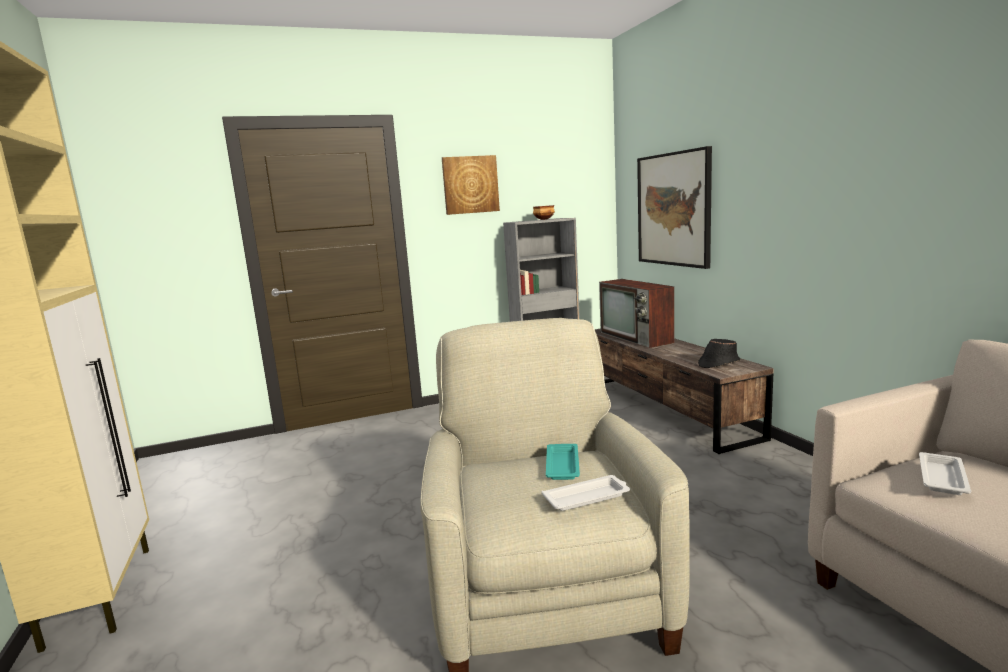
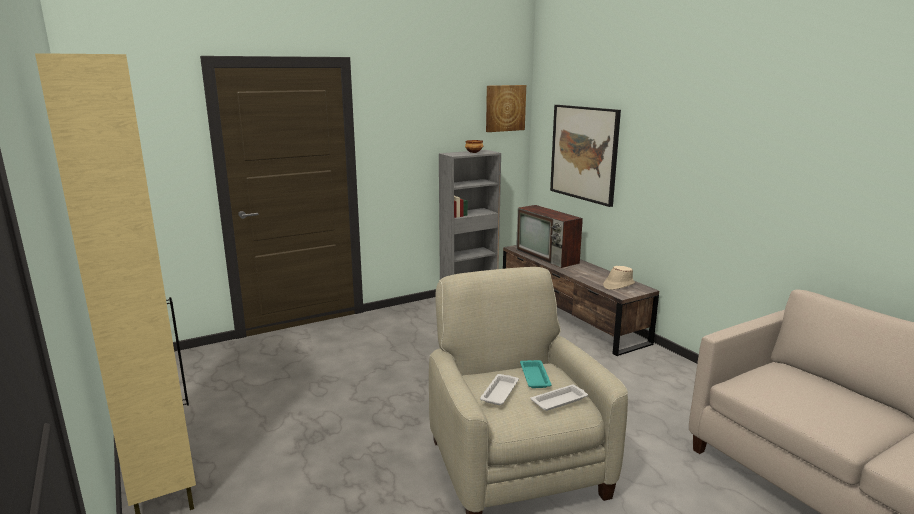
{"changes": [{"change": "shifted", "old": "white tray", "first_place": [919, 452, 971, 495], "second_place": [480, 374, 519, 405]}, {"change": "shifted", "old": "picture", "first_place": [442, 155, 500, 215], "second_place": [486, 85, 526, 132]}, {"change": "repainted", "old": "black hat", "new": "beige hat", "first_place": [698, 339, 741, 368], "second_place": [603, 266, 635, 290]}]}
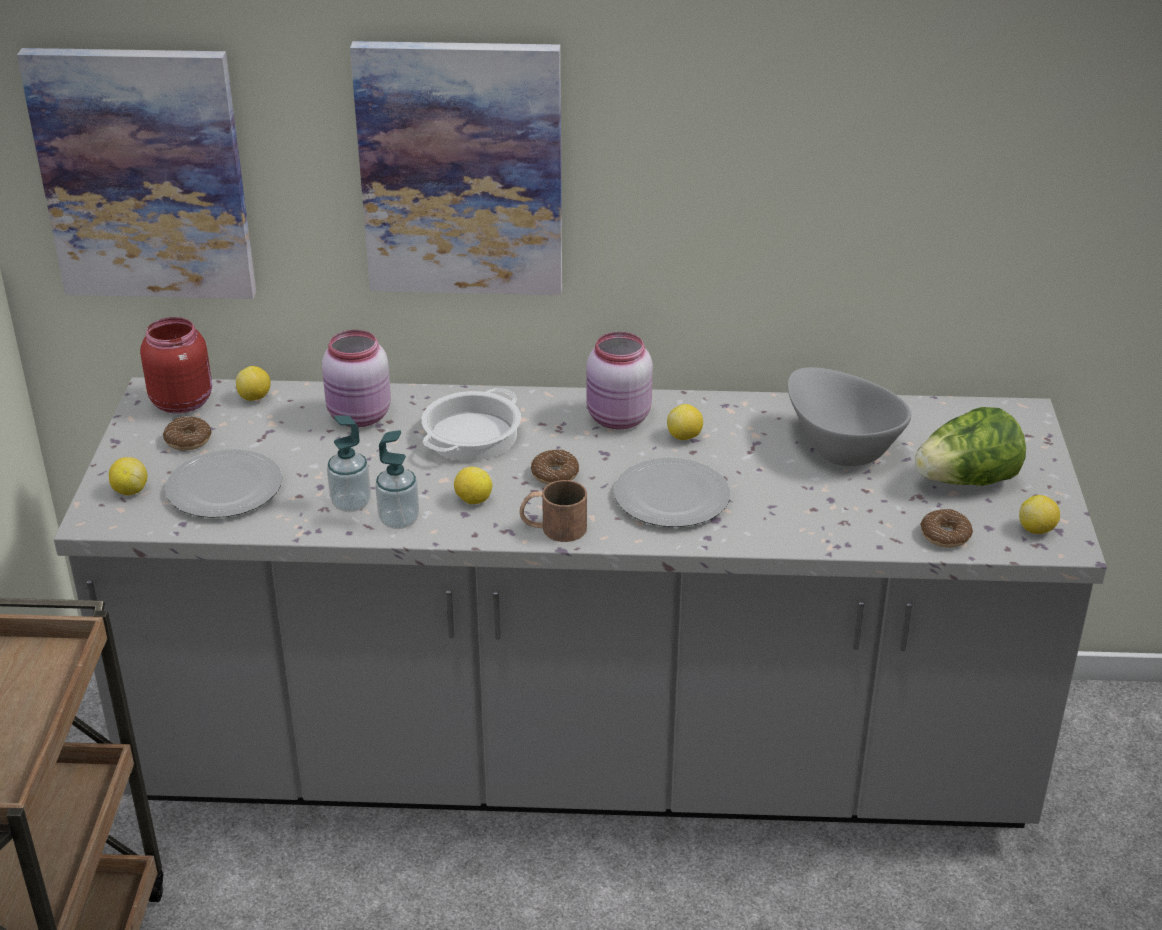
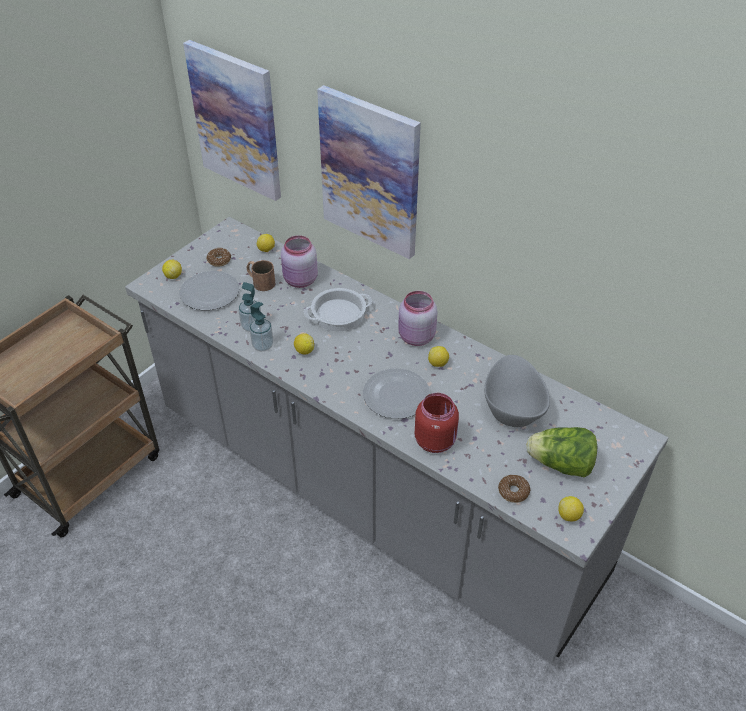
{"changes": [{"change": "shifted", "old": "brown mug", "first_place": [519, 480, 587, 542], "second_place": [247, 260, 275, 291]}, {"change": "shifted", "old": "red jar", "first_place": [140, 317, 212, 414], "second_place": [415, 393, 459, 453]}, {"change": "gone", "old": "donut", "first_place": [531, 450, 579, 485]}]}
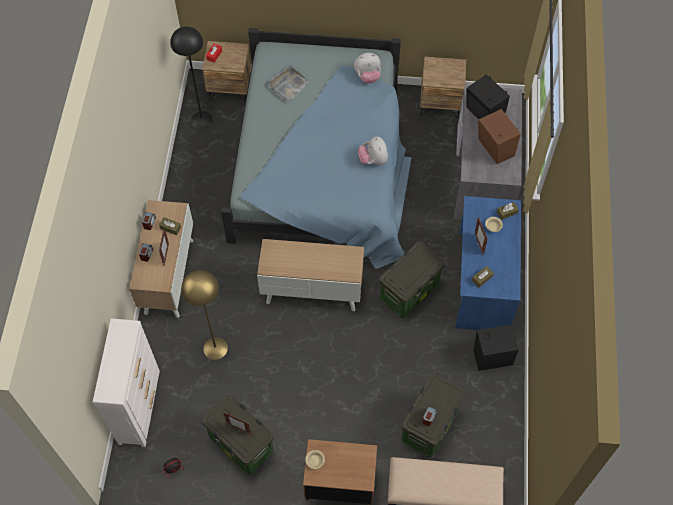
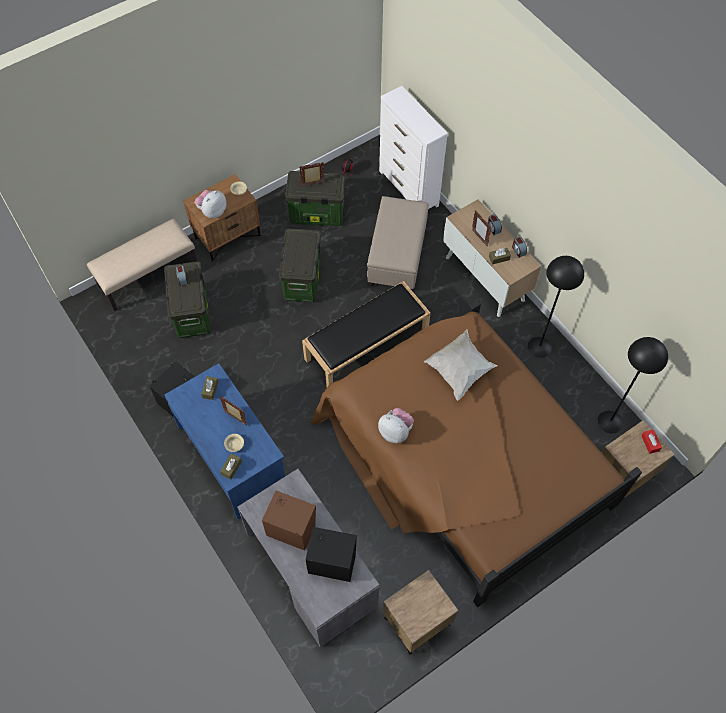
{"changes": [{"change": "shifted", "old": "plush toy", "first_place": [354, 53, 381, 84], "second_place": [194, 190, 226, 218]}, {"change": "shifted", "old": "storage box", "first_place": [379, 241, 445, 318], "second_place": [279, 229, 321, 302]}, {"change": "swapped", "old": "cabinet", "new": "black bench", "first_place": [257, 239, 364, 311], "second_place": [302, 281, 431, 388]}, {"change": "repainted", "old": "blue bed", "new": "brown bed", "first_place": [221, 28, 411, 269], "second_place": [310, 301, 642, 607]}, {"change": "swapped", "old": "yellow floor lamp", "new": "beige ottoman", "first_place": [181, 270, 228, 360], "second_place": [367, 196, 429, 290]}, {"change": "new", "new": "white pillow", "second_place": [424, 329, 497, 401]}, {"change": "new", "new": "black floor lamp", "second_place": [528, 256, 584, 358]}, {"change": "gone", "old": "grey tray", "first_place": [267, 66, 309, 102]}]}
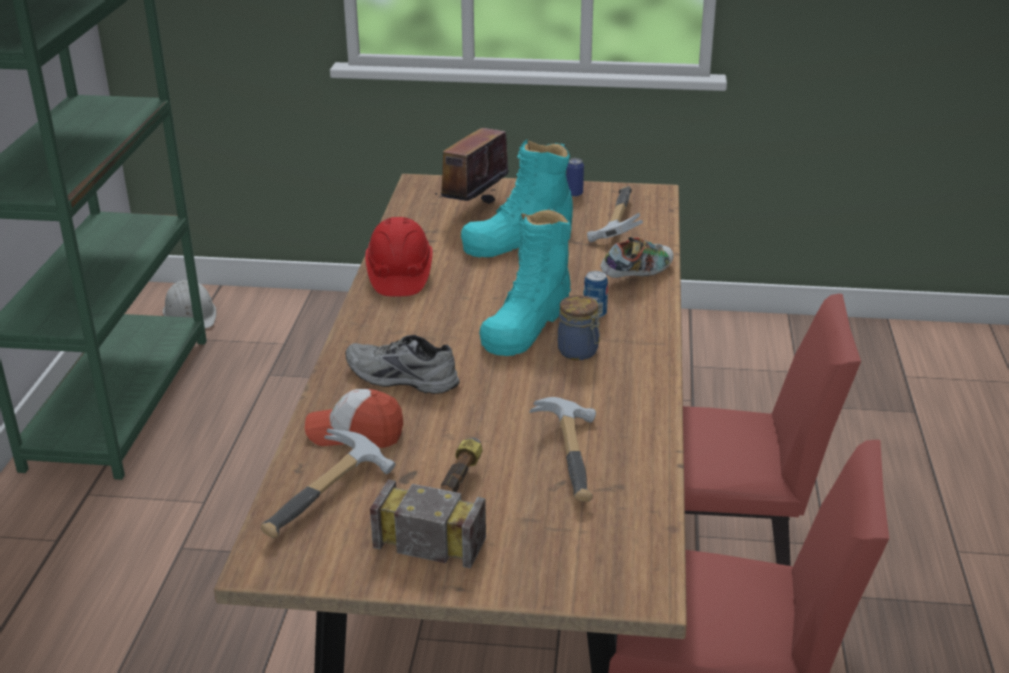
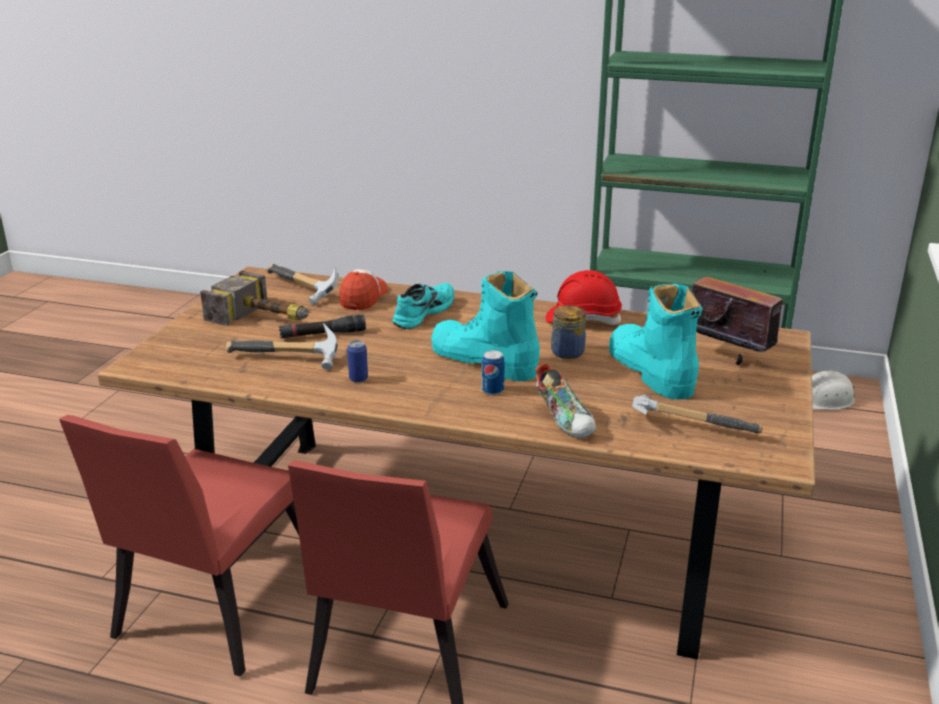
{"changes": [{"change": "new", "new": "black flashlight", "second_place": [279, 314, 366, 338]}, {"change": "shifted", "old": "can", "first_place": [566, 158, 584, 197], "second_place": [347, 340, 368, 383]}, {"change": "repainted", "old": "grey shoe", "new": "turquoise shoe", "first_place": [345, 335, 459, 394], "second_place": [392, 283, 454, 329]}, {"change": "shifted", "old": "jar", "first_place": [558, 295, 600, 360], "second_place": [551, 305, 586, 359]}]}
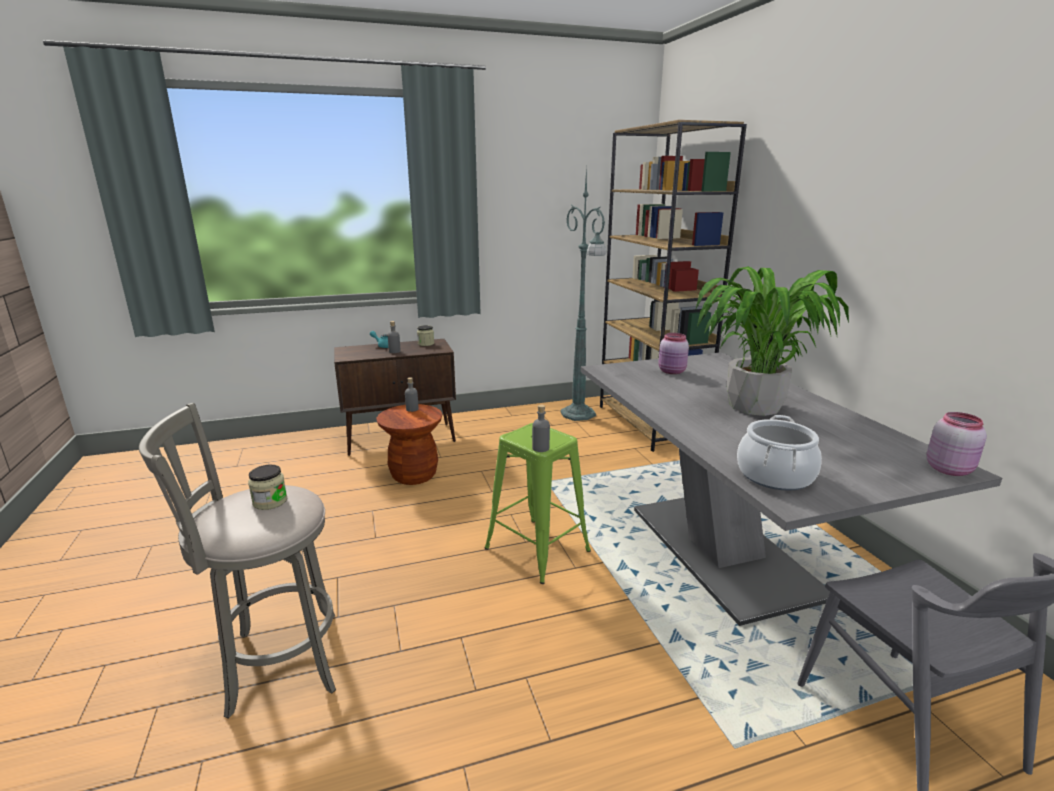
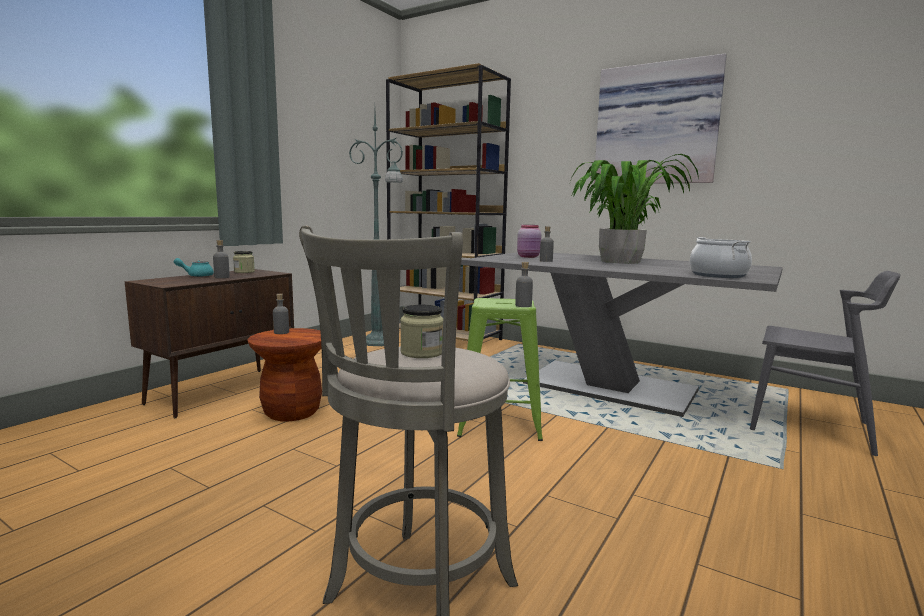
{"changes": [{"change": "new", "new": "grey bottle", "second_place": [540, 226, 554, 262]}, {"change": "new", "new": "picture", "second_place": [594, 54, 727, 183]}, {"change": "gone", "old": "pink jar", "first_place": [927, 412, 987, 476]}]}
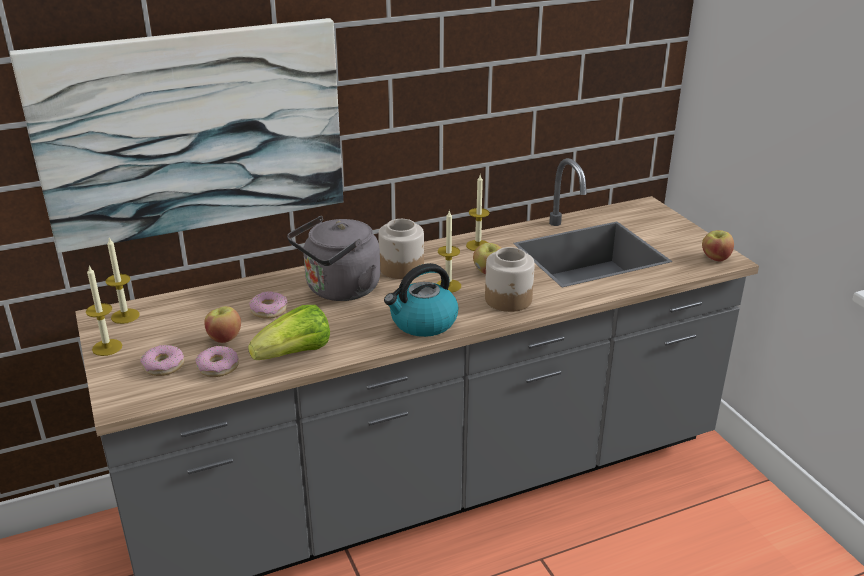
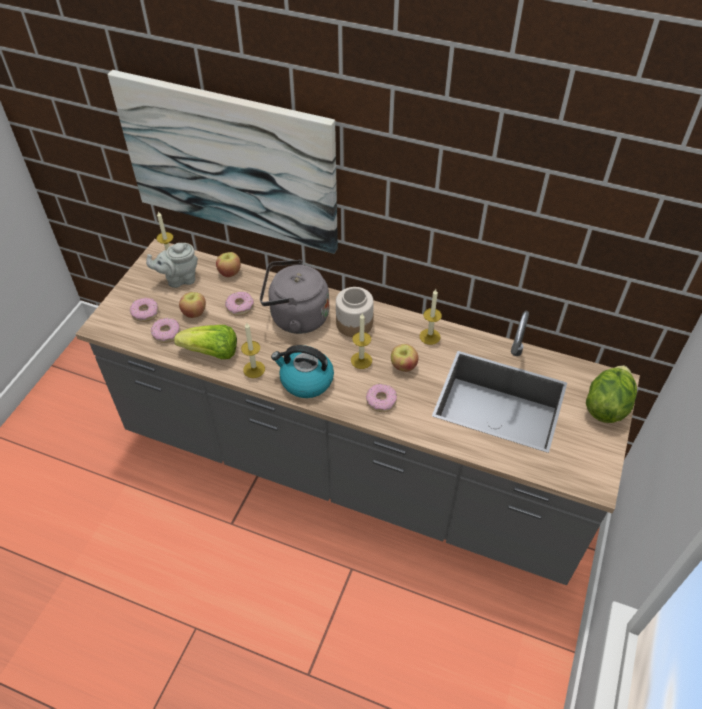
{"changes": [{"change": "new", "new": "grey teapot", "second_place": [146, 243, 198, 288]}, {"change": "shifted", "old": "apple", "first_place": [702, 230, 734, 262], "second_place": [216, 252, 241, 277]}, {"change": "shifted", "old": "candle", "first_place": [86, 266, 122, 356], "second_place": [241, 322, 265, 378]}, {"change": "swapped", "old": "jar", "new": "donut", "first_place": [485, 247, 535, 312], "second_place": [366, 384, 397, 412]}, {"change": "new", "new": "lettuce", "second_place": [586, 365, 637, 423]}]}
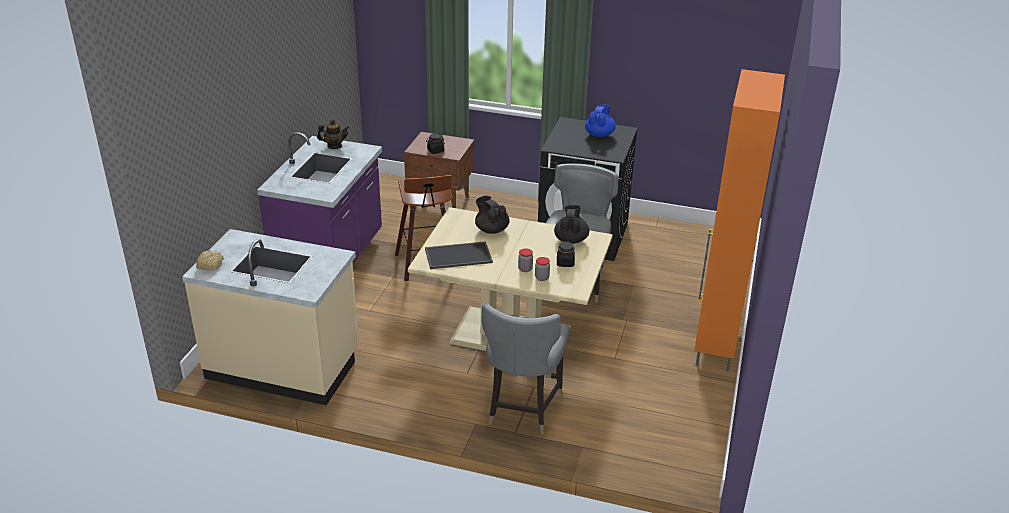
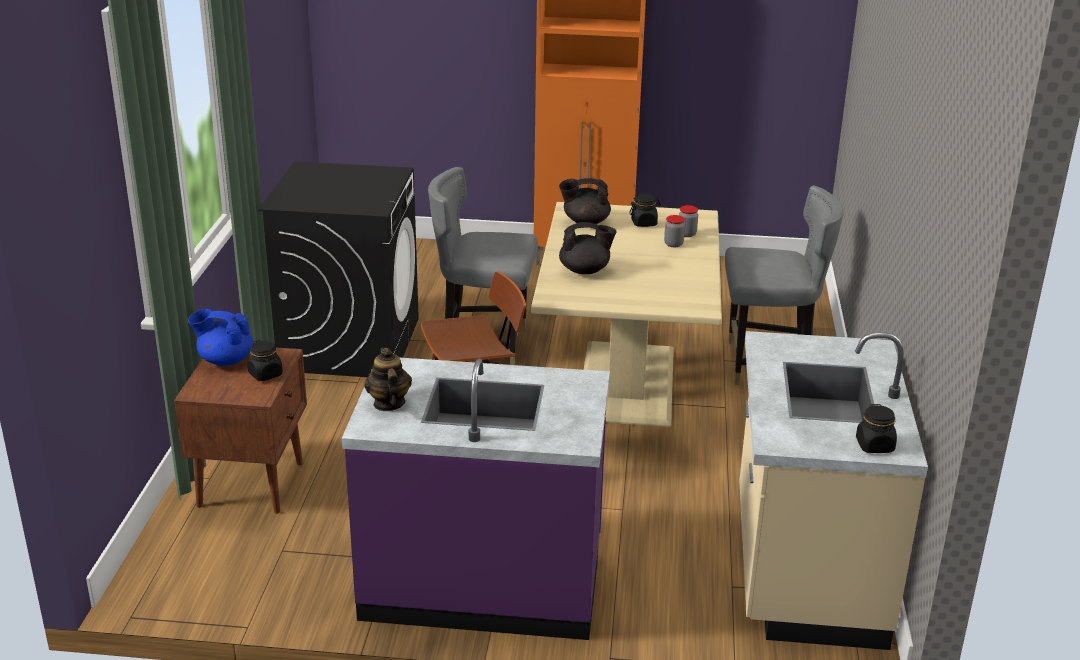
{"changes": [{"change": "shifted", "old": "blue teapot", "first_place": [585, 105, 616, 137], "second_place": [188, 309, 253, 366]}, {"change": "rotated", "old": "black teapot", "first_place": [475, 196, 510, 234], "second_place": [559, 222, 617, 274], "degrees": -135}, {"change": "swapped", "old": "bread", "new": "black jar", "first_place": [196, 250, 224, 271], "second_place": [856, 404, 897, 453]}, {"change": "gone", "old": "tray", "first_place": [425, 241, 493, 269]}]}
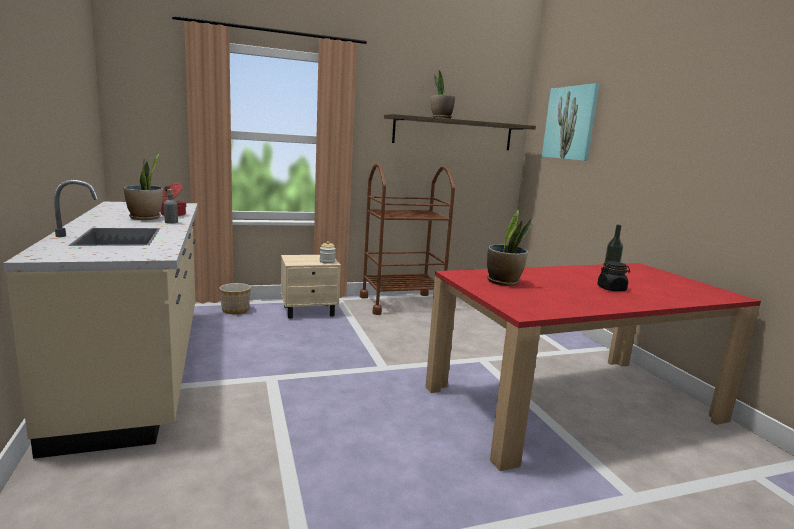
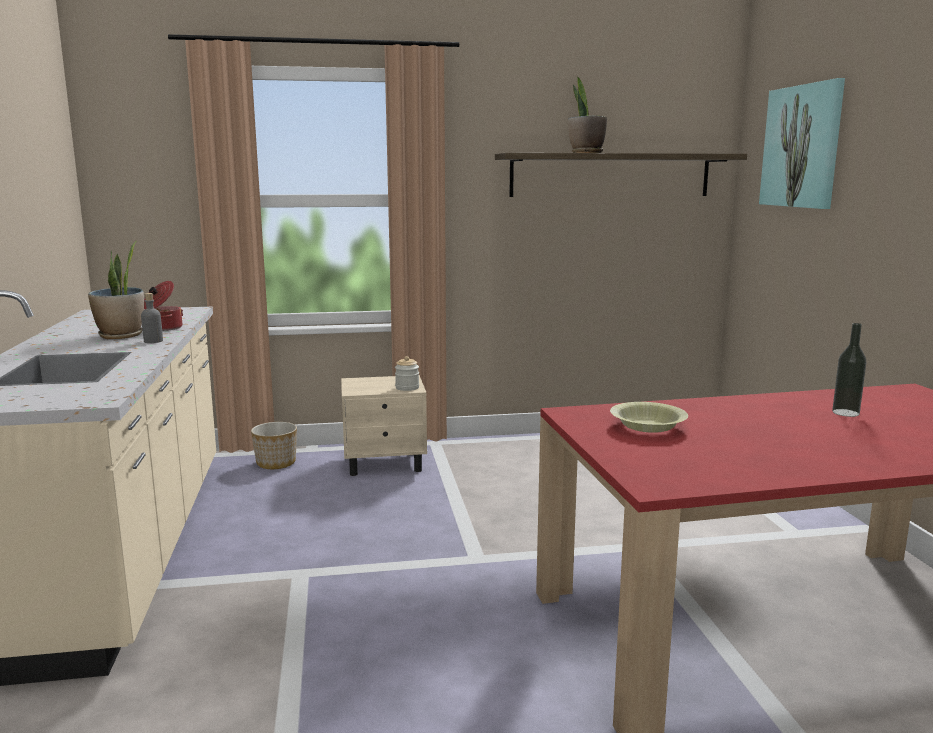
{"changes": [{"change": "swapped", "old": "potted plant", "new": "yellow bowl", "first_place": [487, 210, 532, 286], "second_place": [610, 402, 688, 433]}, {"change": "gone", "old": "brown cart", "first_place": [360, 163, 455, 315]}, {"change": "gone", "old": "black jar", "first_place": [597, 261, 630, 291]}]}
